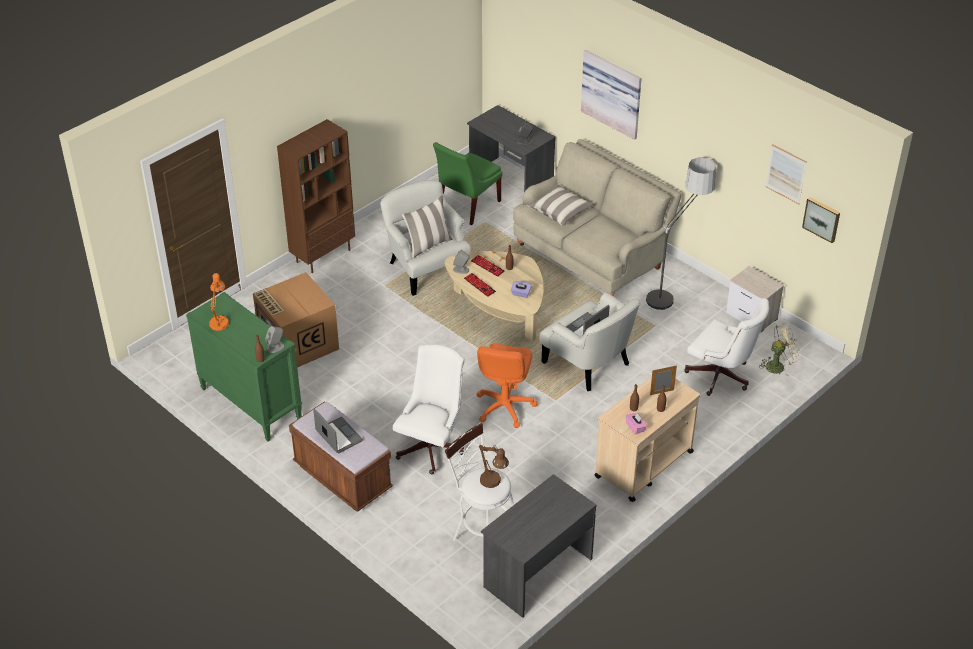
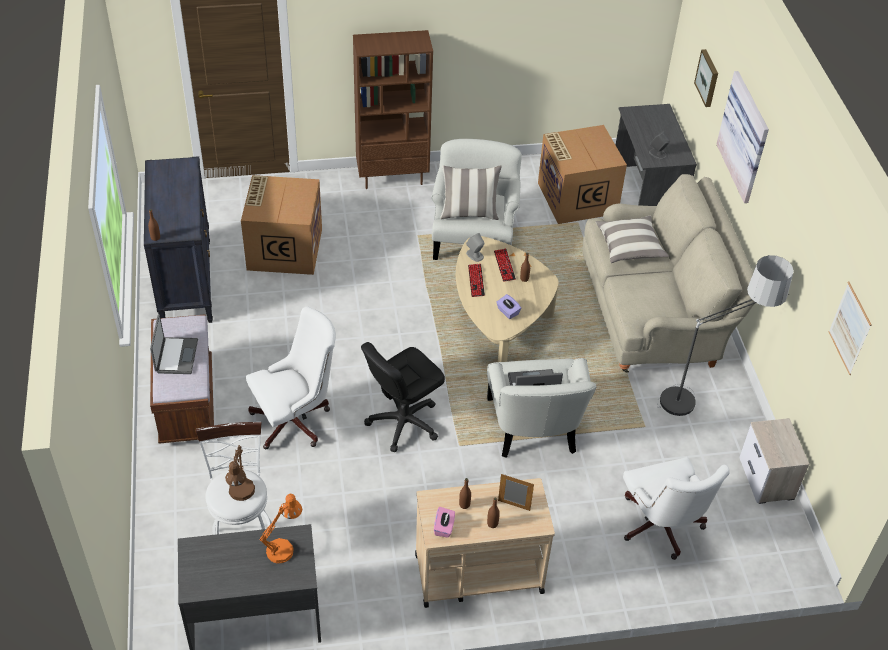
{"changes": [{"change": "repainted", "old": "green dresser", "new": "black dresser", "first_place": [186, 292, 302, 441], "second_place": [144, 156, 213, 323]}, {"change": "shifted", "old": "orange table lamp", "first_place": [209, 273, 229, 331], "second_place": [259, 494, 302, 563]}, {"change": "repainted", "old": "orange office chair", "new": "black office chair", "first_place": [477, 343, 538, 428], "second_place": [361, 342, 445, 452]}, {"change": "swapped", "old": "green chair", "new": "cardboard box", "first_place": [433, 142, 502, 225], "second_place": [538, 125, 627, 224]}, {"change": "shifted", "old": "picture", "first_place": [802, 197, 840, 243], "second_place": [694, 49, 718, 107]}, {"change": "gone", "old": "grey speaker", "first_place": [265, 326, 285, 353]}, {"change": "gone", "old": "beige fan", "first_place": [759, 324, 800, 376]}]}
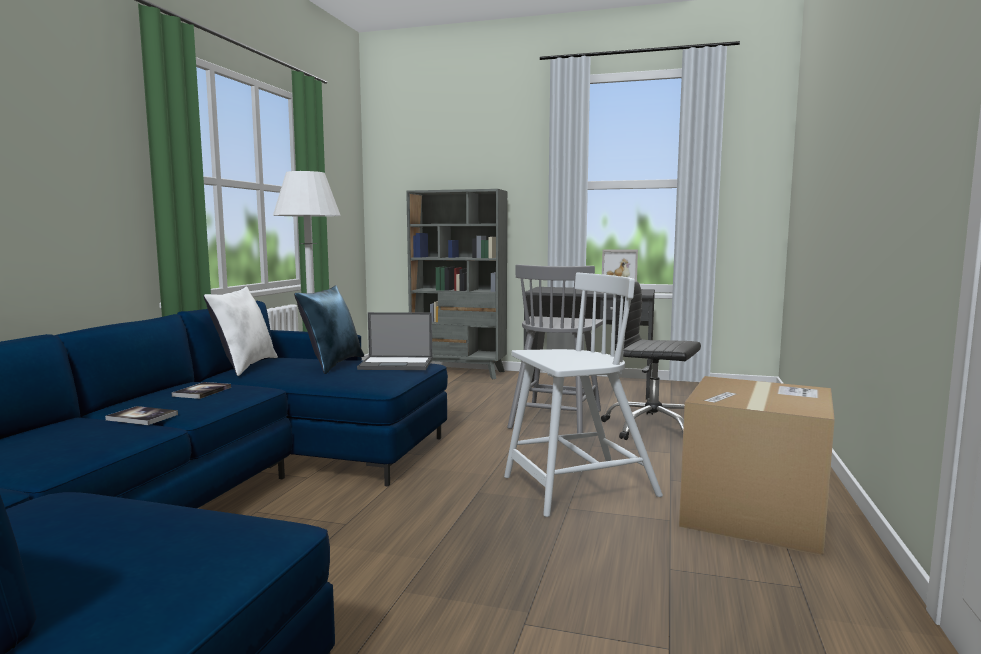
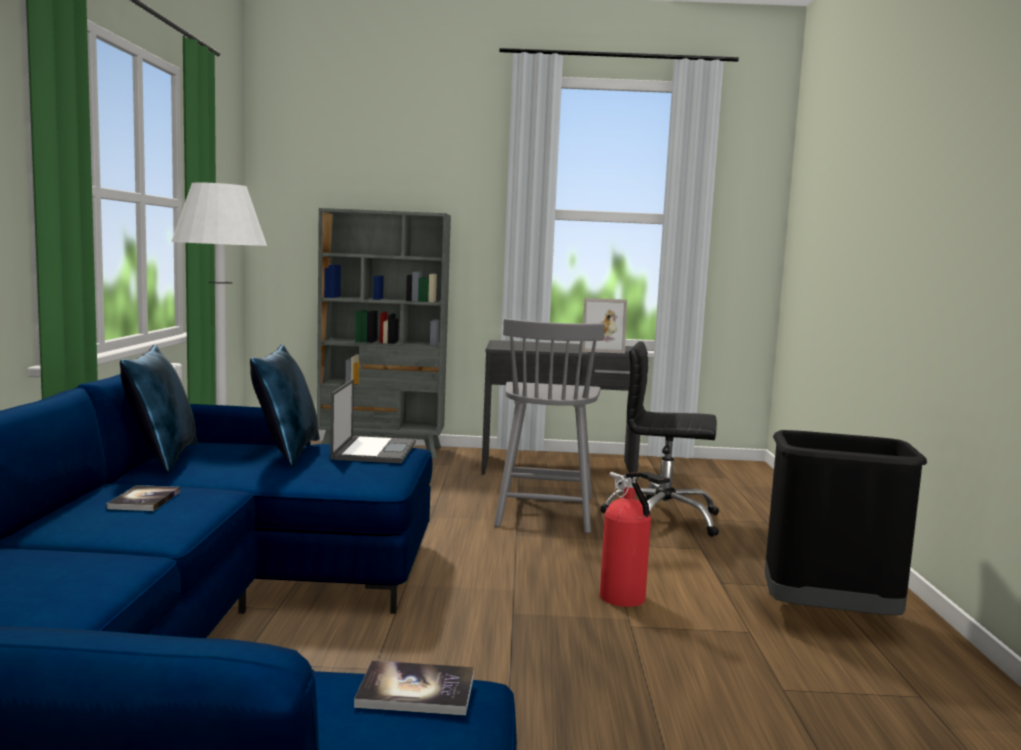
{"changes": [{"change": "repainted", "old": "white pillow", "new": "blue pillow", "first_place": [204, 286, 278, 376], "second_place": [120, 345, 198, 474]}, {"change": "rotated", "old": "laptop", "first_place": [357, 312, 432, 370], "second_place": [330, 379, 416, 464], "degrees": -75}, {"change": "shifted", "old": "book", "first_place": [105, 406, 178, 425], "second_place": [354, 660, 474, 716]}, {"change": "swapped", "old": "white chair", "new": "fire extinguisher", "first_place": [504, 273, 663, 517], "second_place": [600, 472, 670, 607]}, {"change": "swapped", "old": "cardboard box", "new": "black trash can", "first_place": [679, 376, 835, 556], "second_place": [765, 430, 927, 615]}]}
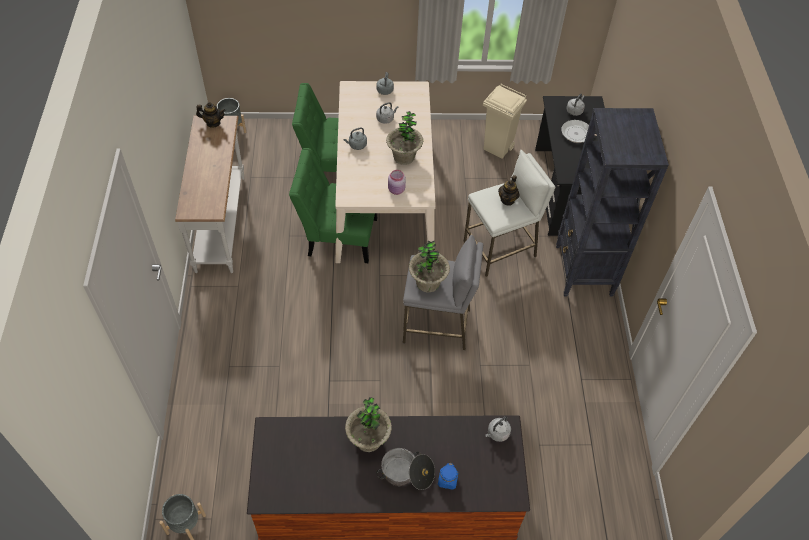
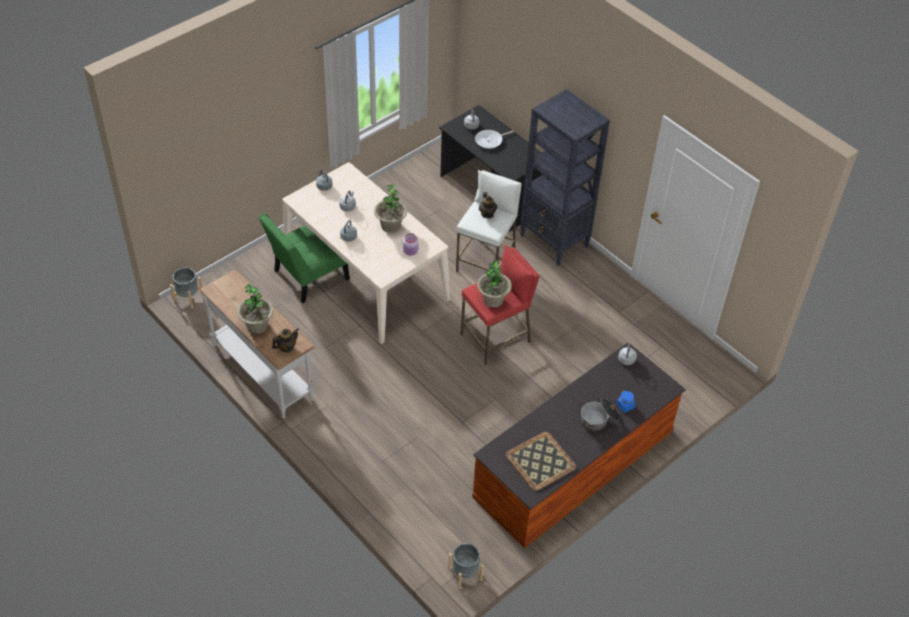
{"changes": [{"change": "shifted", "old": "potted plant", "first_place": [345, 397, 392, 452], "second_place": [237, 283, 274, 334]}, {"change": "shifted", "old": "teapot", "first_place": [196, 102, 226, 128], "second_place": [272, 328, 299, 352]}, {"change": "repainted", "old": "grey stool", "new": "red stool", "first_place": [403, 235, 483, 350], "second_place": [461, 245, 539, 365]}, {"change": "new", "new": "tray", "second_place": [506, 432, 576, 491]}, {"change": "gone", "old": "green chair", "first_place": [289, 148, 377, 263]}, {"change": "gone", "old": "beige trash can", "first_place": [483, 84, 527, 158]}]}
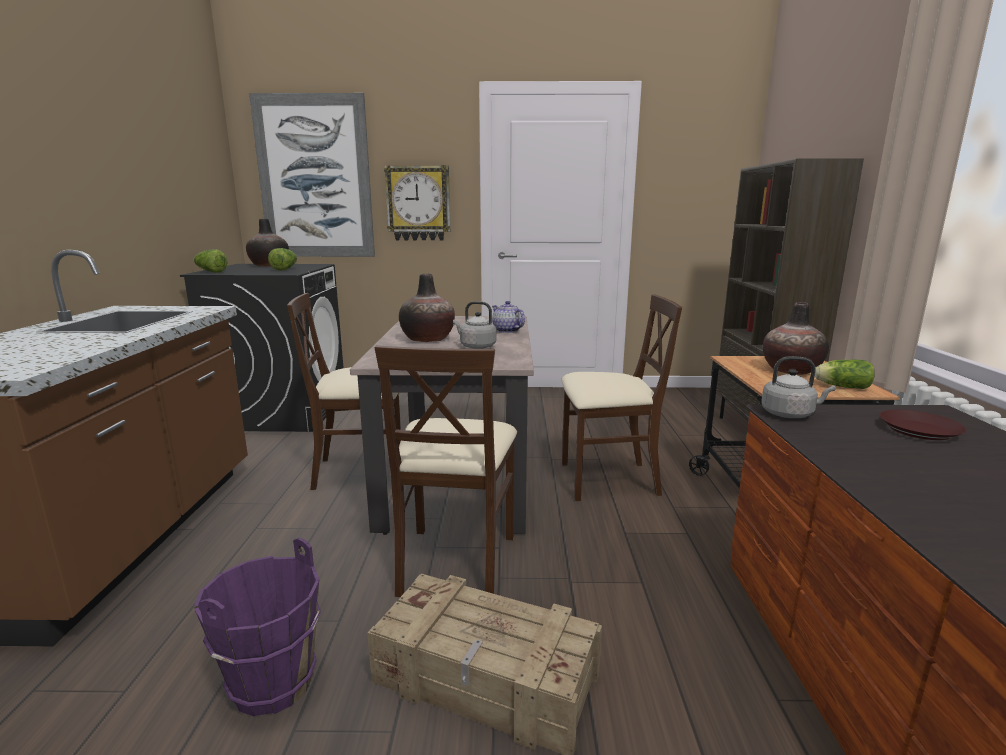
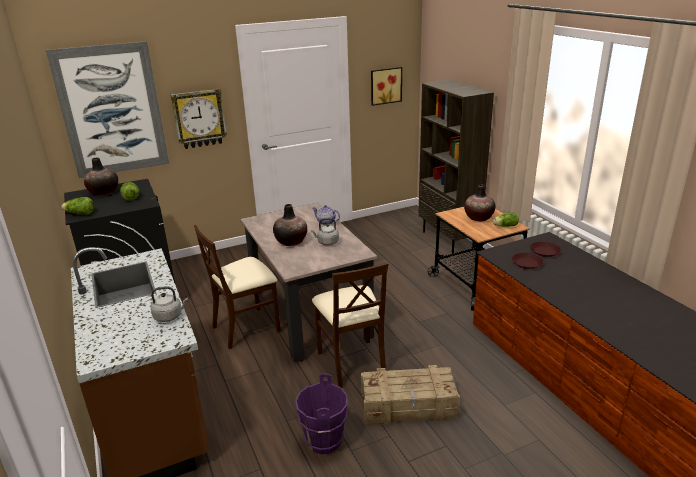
{"changes": [{"change": "shifted", "old": "grey kettle", "first_place": [761, 356, 836, 418], "second_place": [151, 286, 188, 322]}, {"change": "new", "new": "picture", "second_place": [371, 67, 402, 106]}, {"change": "new", "new": "brown plate", "second_place": [512, 253, 543, 269]}, {"change": "gone", "old": "beige chair", "first_place": [561, 294, 682, 501]}]}
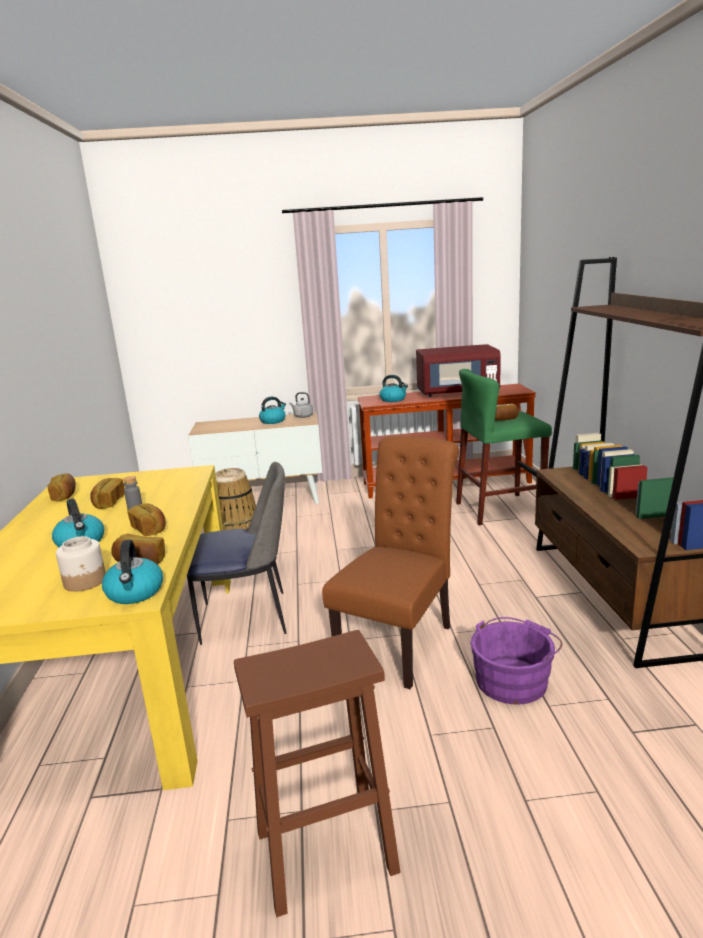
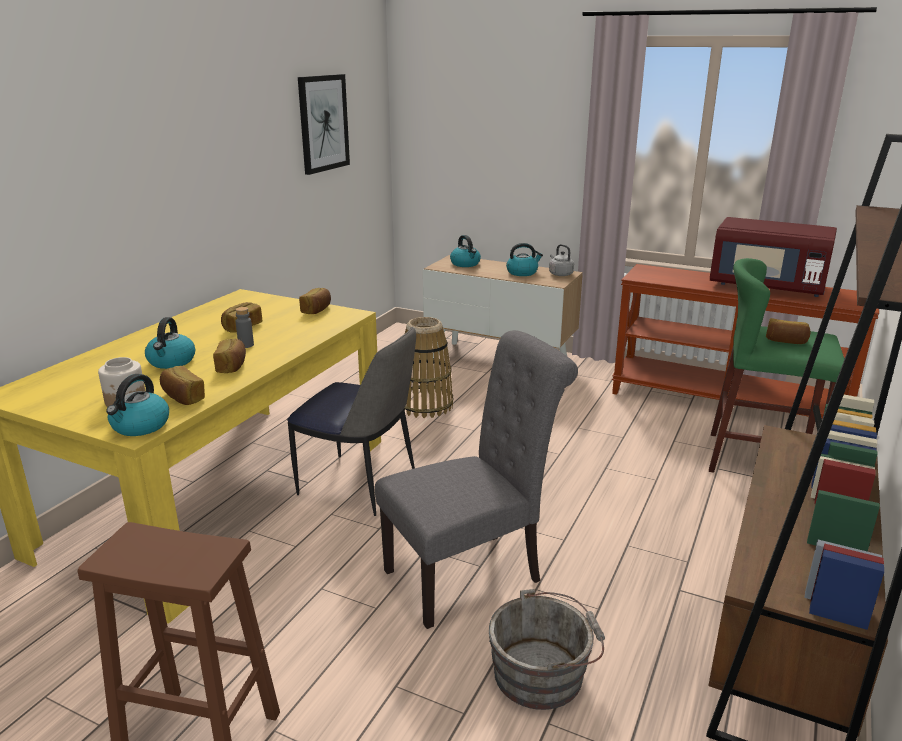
{"changes": [{"change": "new", "new": "picture", "second_place": [298, 74, 350, 175]}, {"change": "shifted", "old": "bread", "first_place": [47, 473, 76, 501], "second_place": [299, 288, 331, 314]}, {"change": "repainted", "old": "brown chair", "new": "grey chair", "first_place": [322, 435, 459, 689], "second_place": [375, 330, 578, 629]}, {"change": "shifted", "old": "kettle", "first_place": [380, 375, 408, 402], "second_place": [450, 235, 481, 267]}, {"change": "repainted", "old": "purple bucket", "new": "grey bucket", "first_place": [471, 617, 562, 705], "second_place": [489, 589, 605, 710]}]}
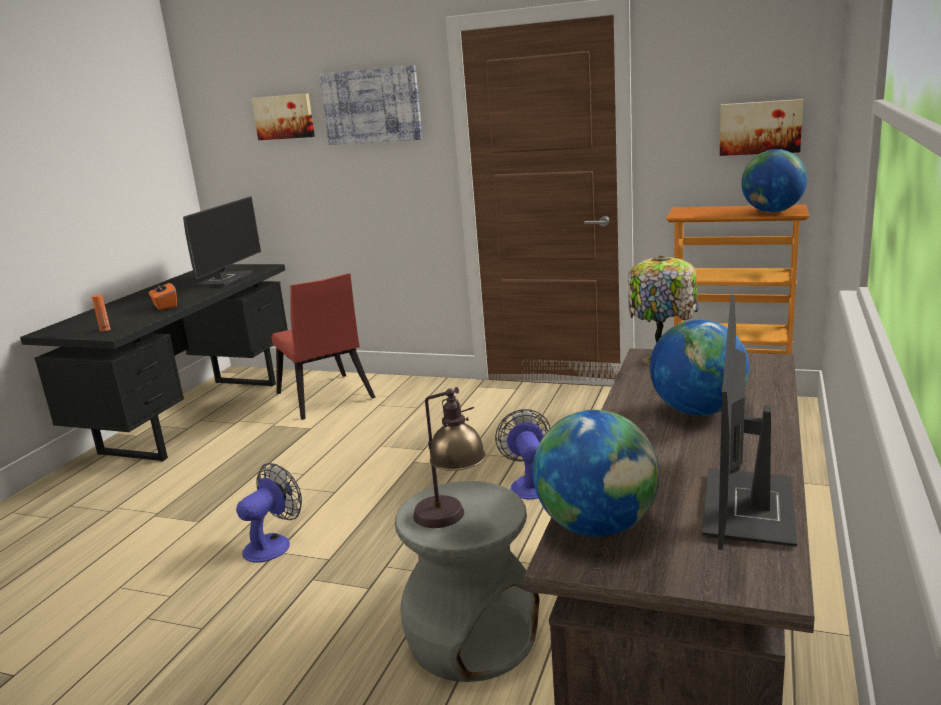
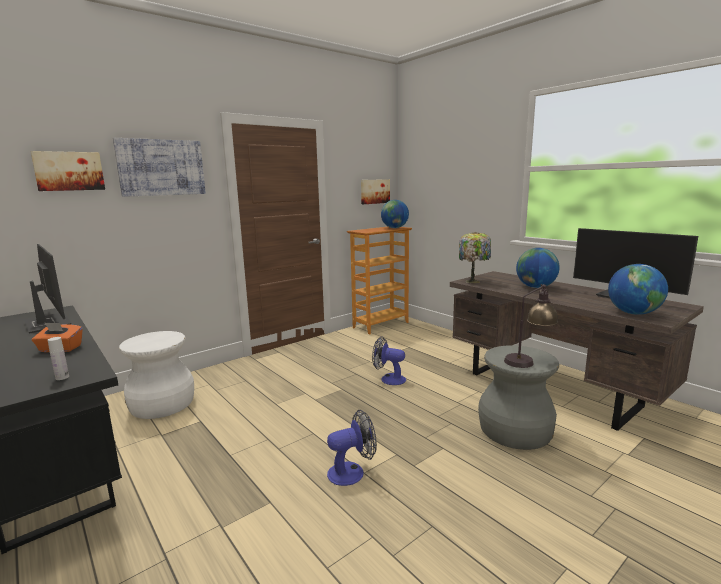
{"changes": [{"change": "repainted", "old": "orange bottle", "new": "white bottle", "first_place": [92, 294, 110, 332], "second_place": [48, 337, 69, 380]}, {"change": "swapped", "old": "red chair", "new": "white stool", "first_place": [271, 273, 376, 420], "second_place": [119, 331, 194, 419]}, {"change": "rotated", "old": "fan", "first_place": [236, 463, 302, 563], "second_place": [327, 410, 377, 486], "degrees": 90}]}
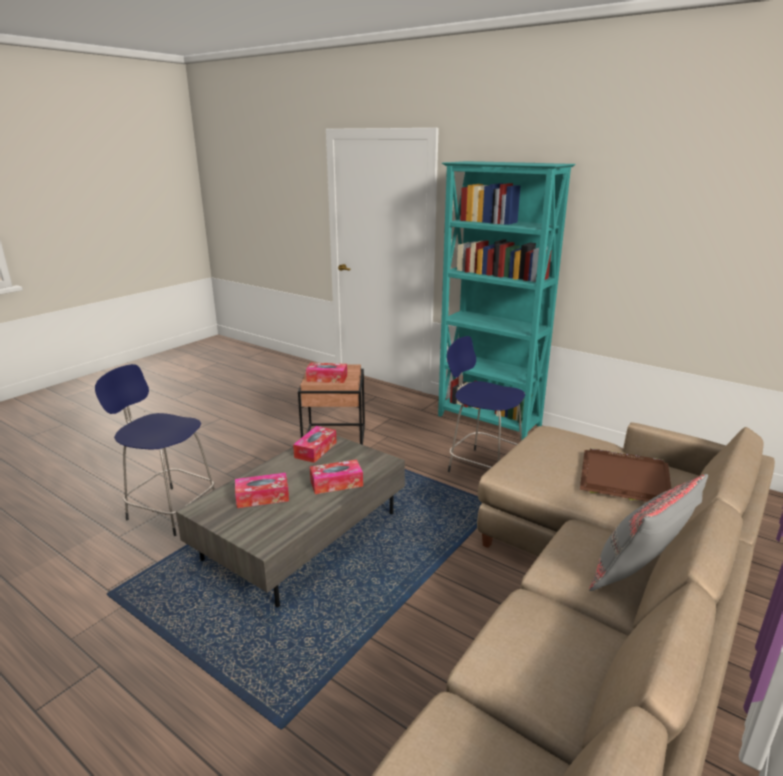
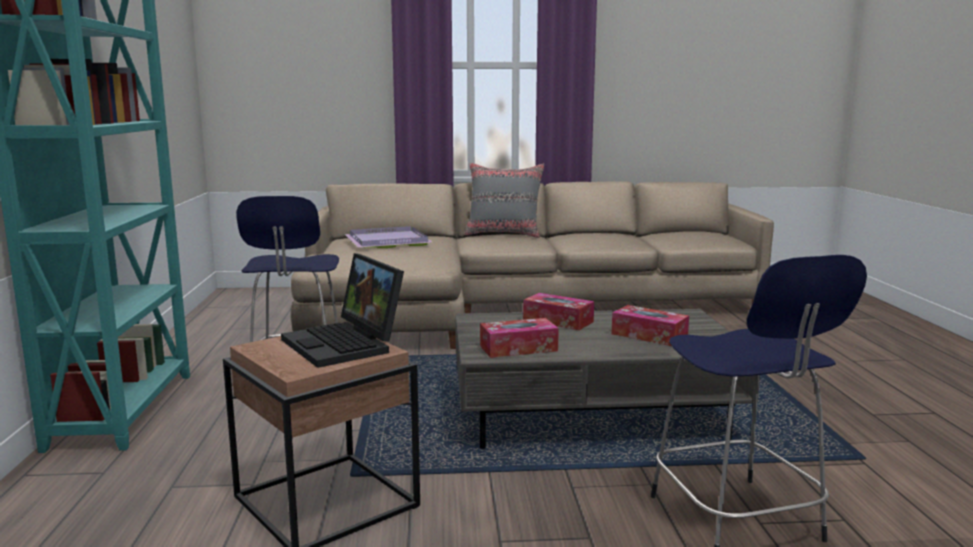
{"changes": [{"change": "swapped", "old": "tissue box", "new": "laptop", "first_place": [306, 362, 347, 383], "second_place": [281, 253, 404, 368]}, {"change": "repainted", "old": "brown tray", "new": "purple tray", "first_place": [580, 448, 672, 502], "second_place": [345, 226, 433, 248]}]}
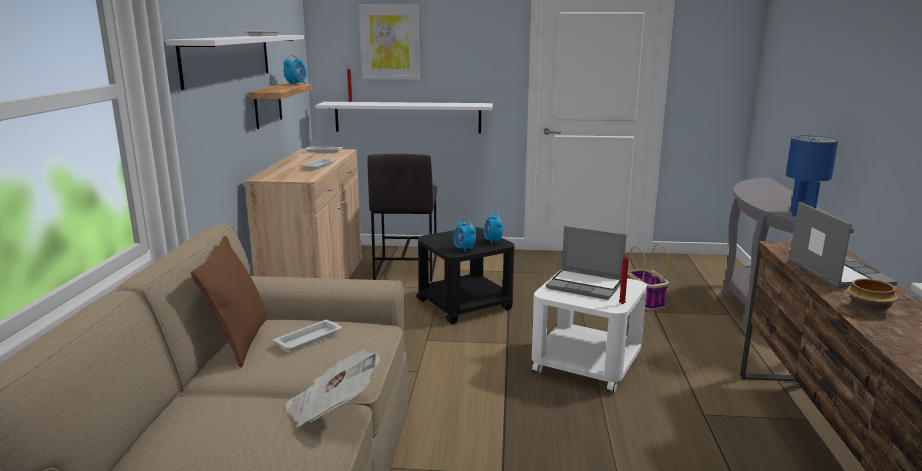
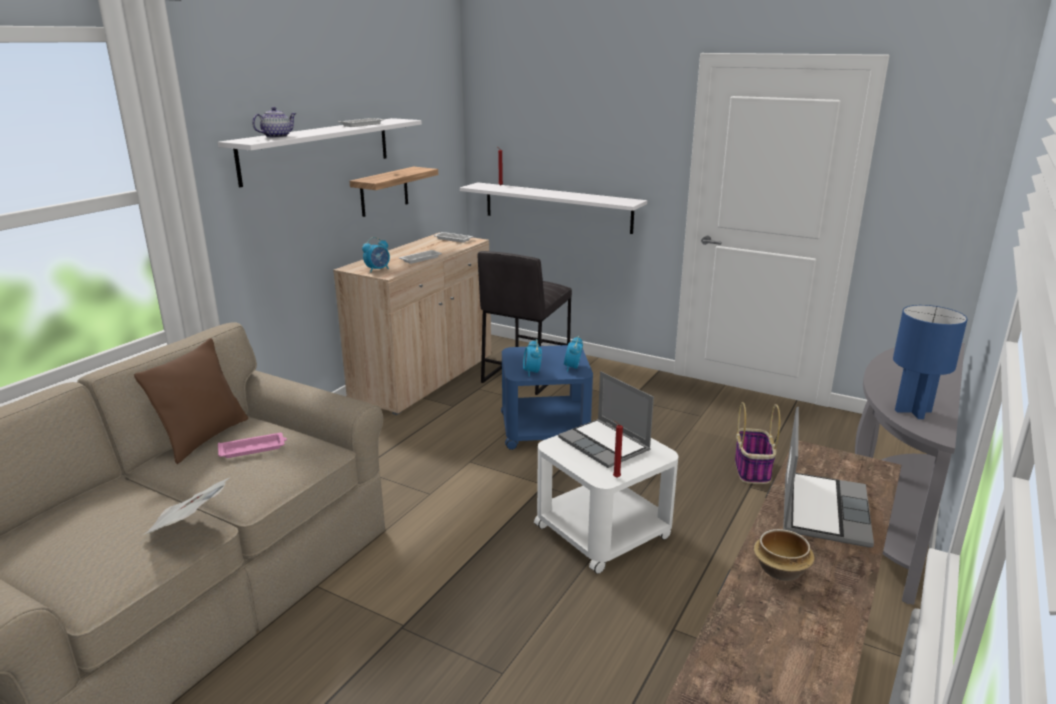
{"changes": [{"change": "repainted", "old": "white tray", "new": "pink tray", "first_place": [273, 320, 342, 351], "second_place": [218, 433, 287, 458]}, {"change": "new", "new": "teapot", "second_place": [252, 107, 296, 138]}, {"change": "shifted", "old": "alarm clock", "first_place": [283, 55, 306, 85], "second_place": [362, 237, 390, 273]}, {"change": "repainted", "old": "black side table", "new": "blue side table", "first_place": [416, 227, 514, 324], "second_place": [501, 345, 593, 450]}, {"change": "gone", "old": "picture", "first_place": [359, 4, 420, 80]}]}
